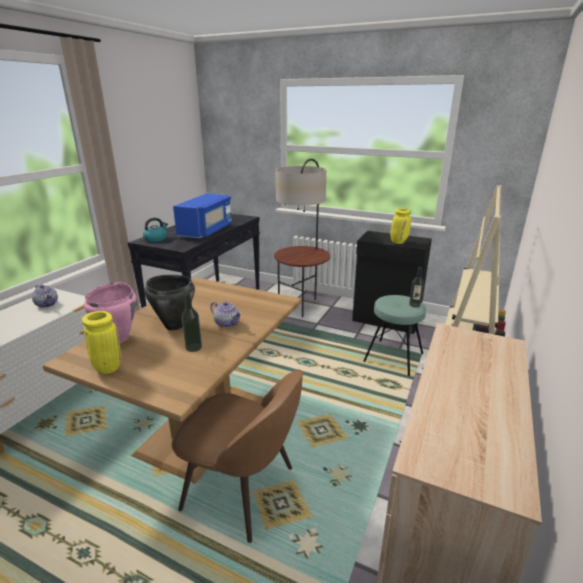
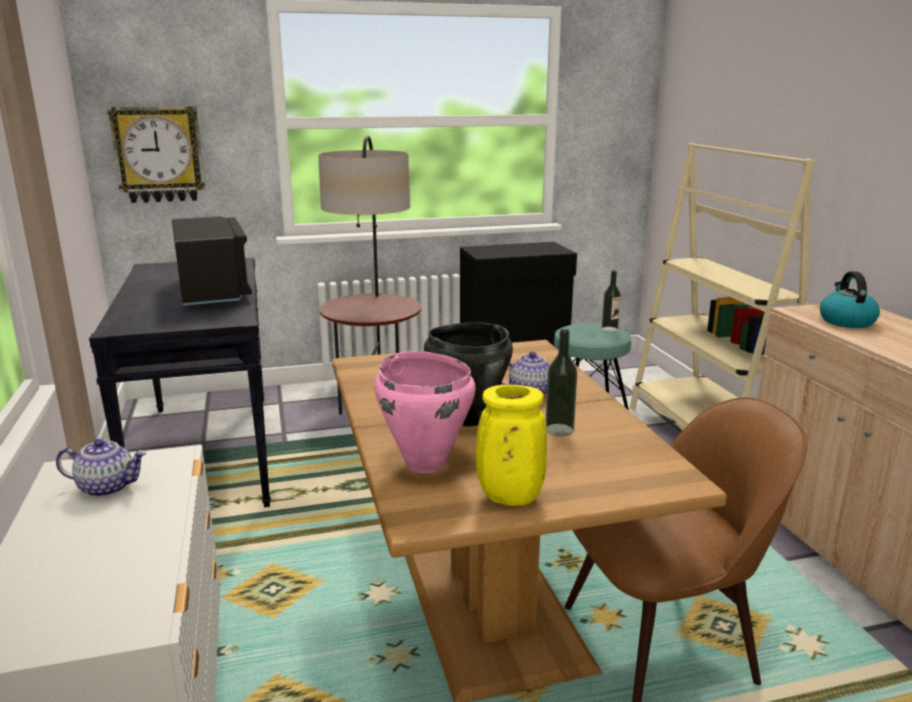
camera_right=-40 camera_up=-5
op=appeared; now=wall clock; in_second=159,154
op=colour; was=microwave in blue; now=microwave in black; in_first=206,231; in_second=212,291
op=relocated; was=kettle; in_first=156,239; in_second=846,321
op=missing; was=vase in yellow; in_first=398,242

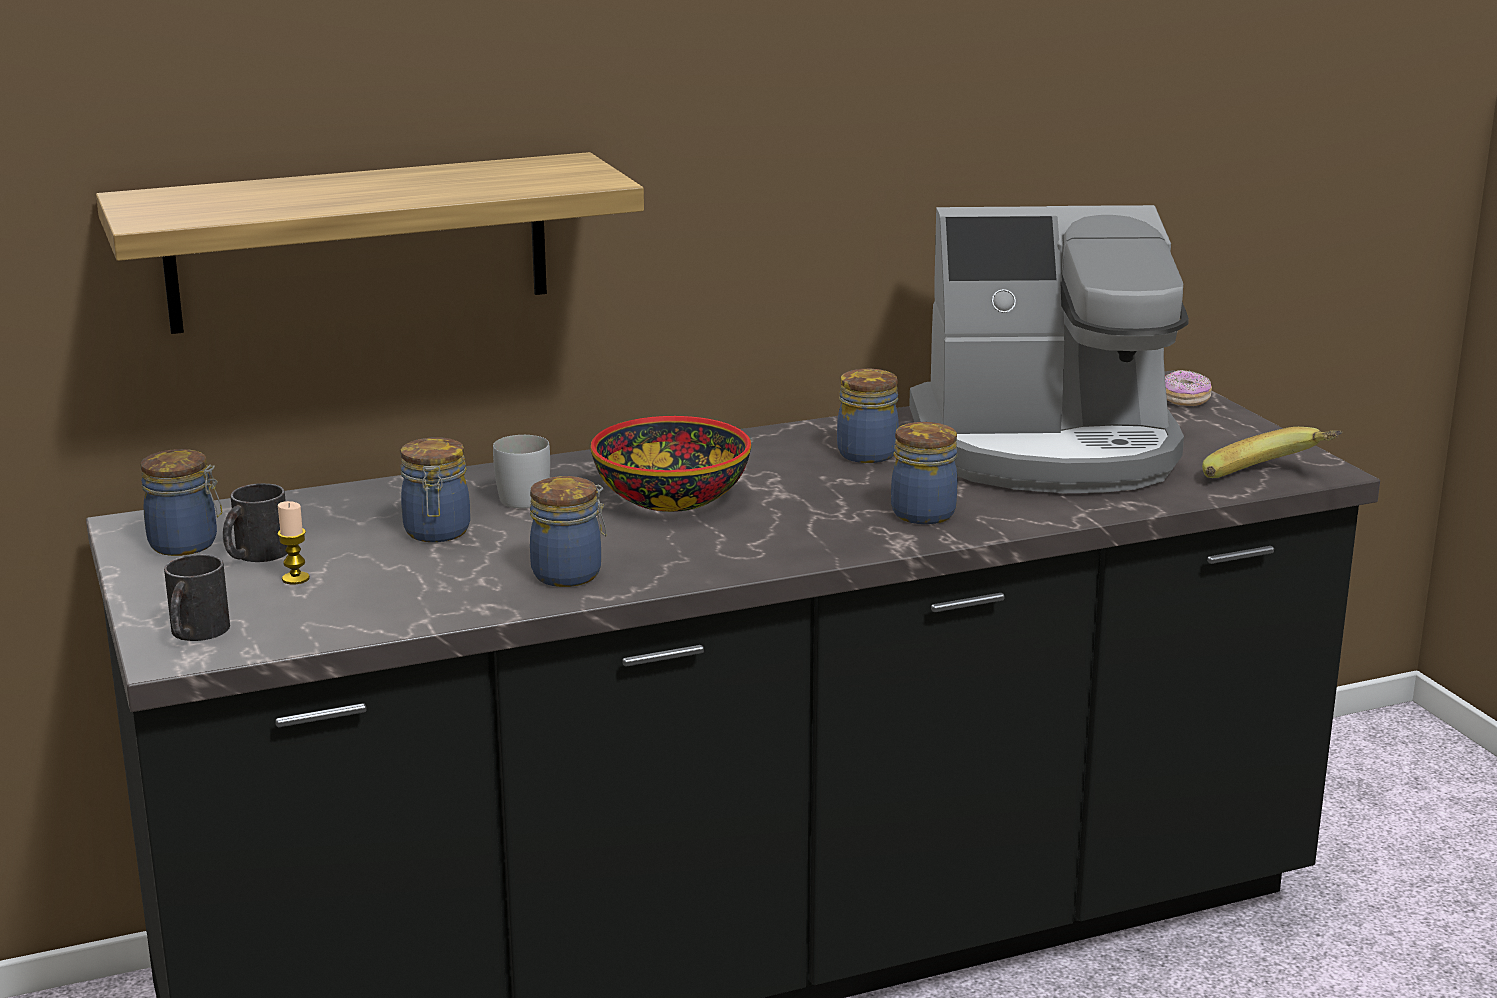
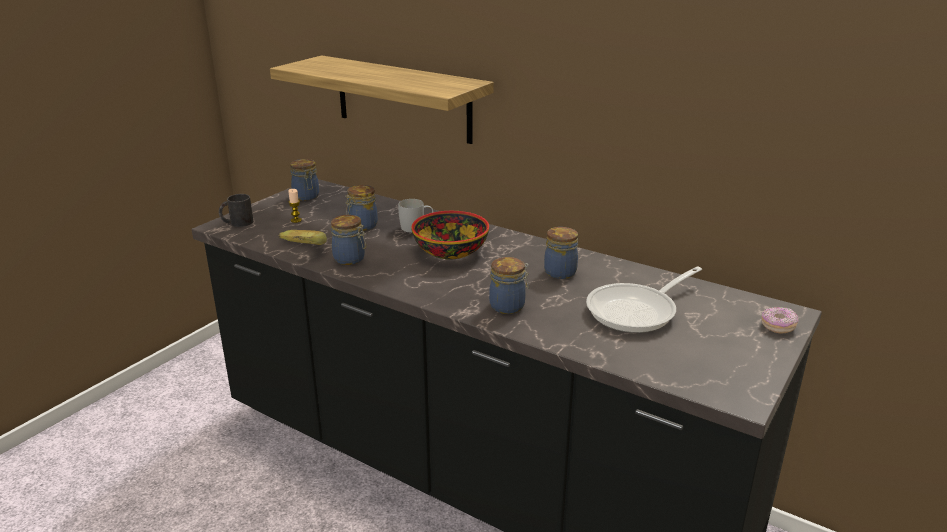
camera_right=55 camera_up=5
op=relocated; was=banana; in_first=1270,481; in_second=299,252
op=exchanged; was=coffee machine; now=frying pan; in_first=1048,449; in_second=637,311
op=missing; was=mug in black; in_first=254,555

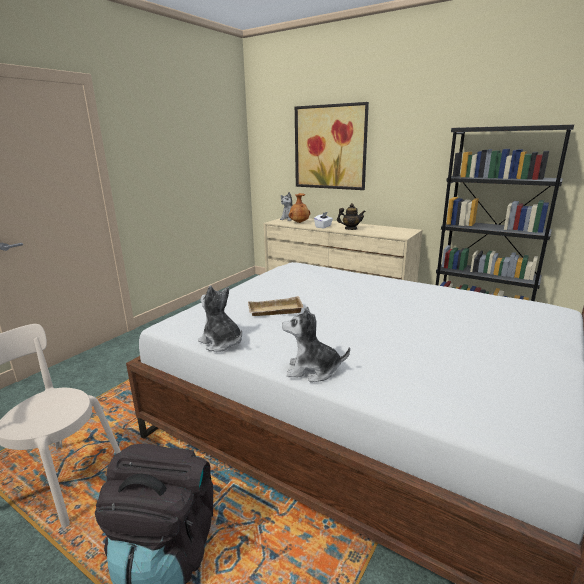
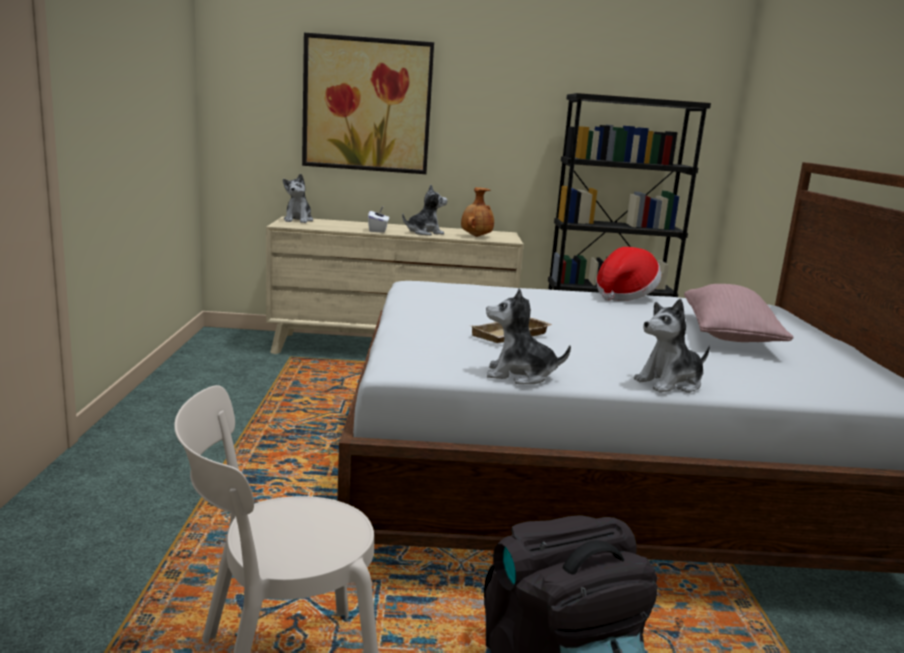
camera_right=-35 camera_up=-5
op=exchanged; was=teapot; now=plush toy; in_first=350,229; in_second=424,233
op=relocated; was=vase in brown; in_first=299,222; in_second=475,236
op=appeared; now=hat; in_second=624,296
op=appeared; now=pillow in pink; in_second=728,335

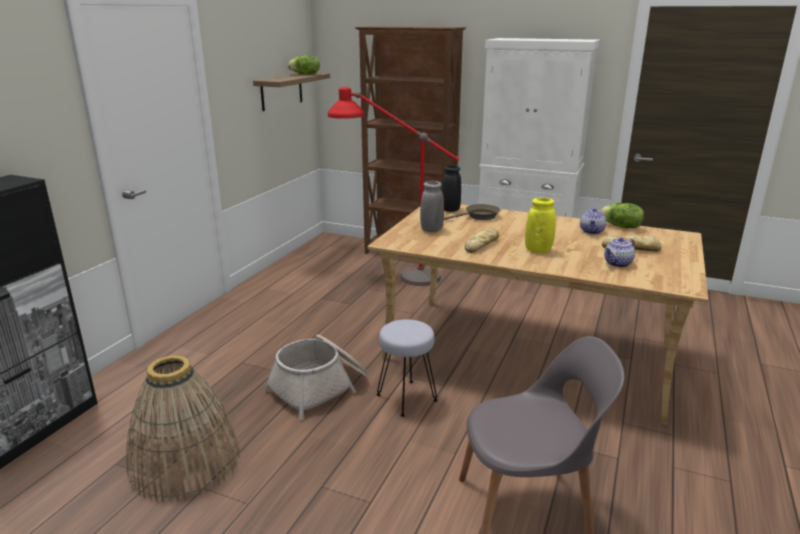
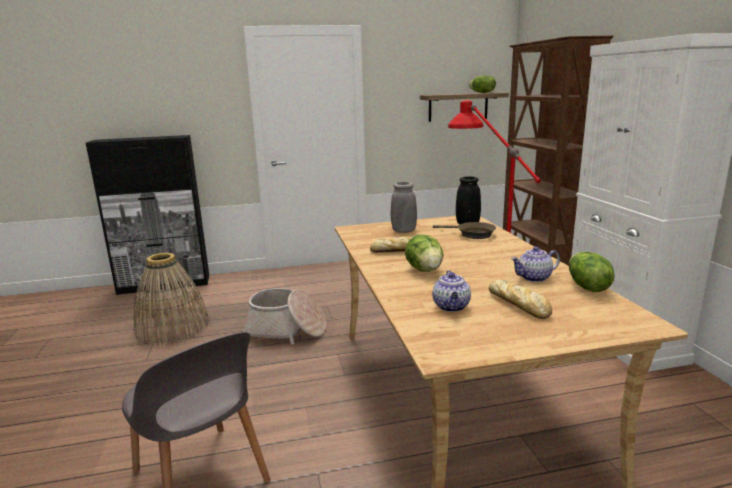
camera_right=55 camera_up=-5
op=exchanged; was=vase in yellow; now=lettuce; in_first=538,250; in_second=425,270
op=spun; was=teapot; in_first=617,264; in_second=451,307; clockwise=-105
op=missing; was=stool in grey; in_first=406,398

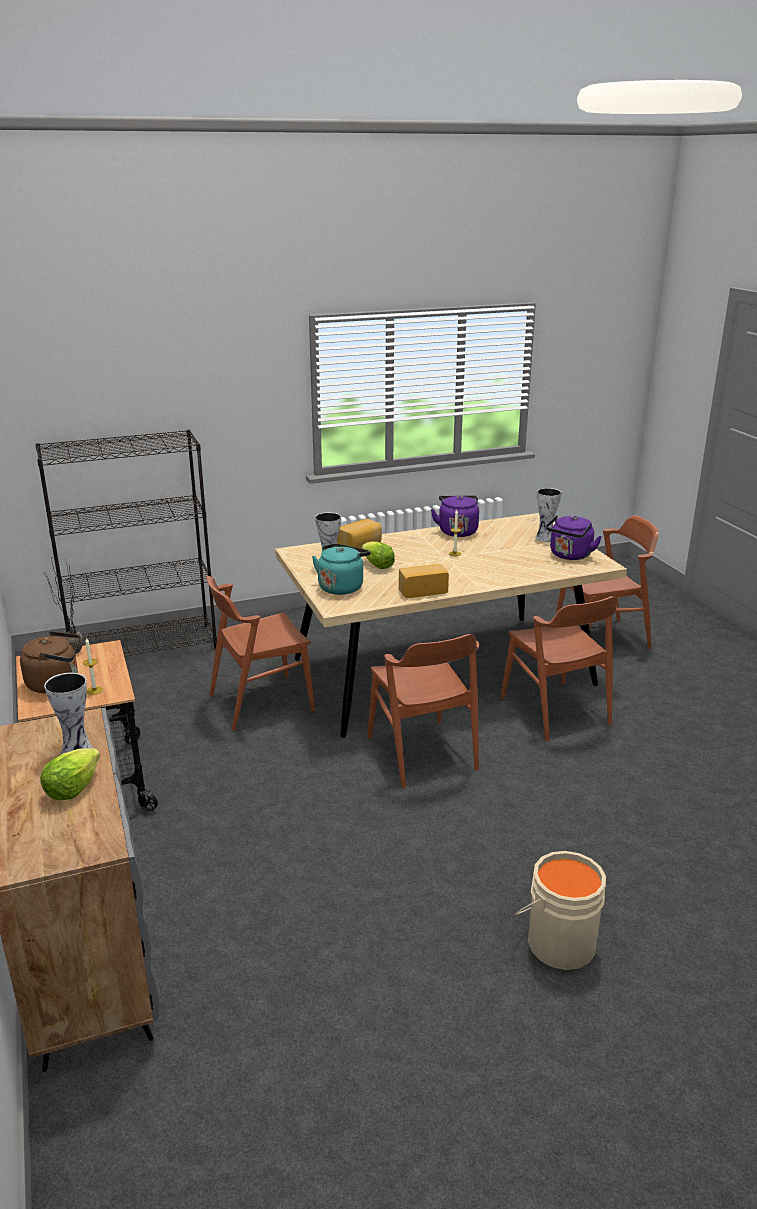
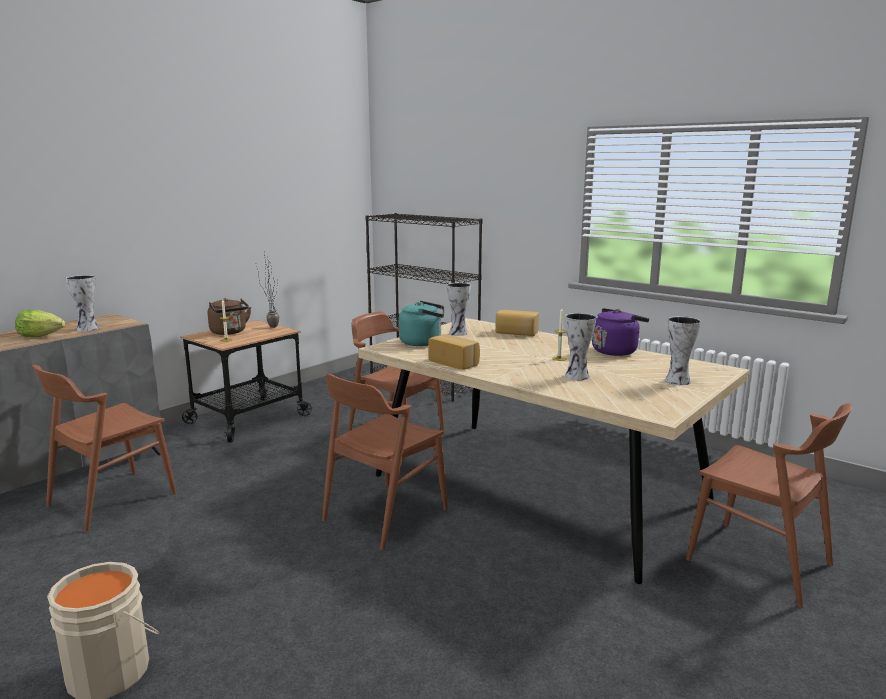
camera_right=60 camera_up=-10
op=relocated; was=chair in brown; in_first=555,711; in_second=111,499
op=appeared; now=vase; in_second=578,376
op=missing; was=lettuce; in_first=377,566
op=missing; was=kettle in purple; in_first=569,556

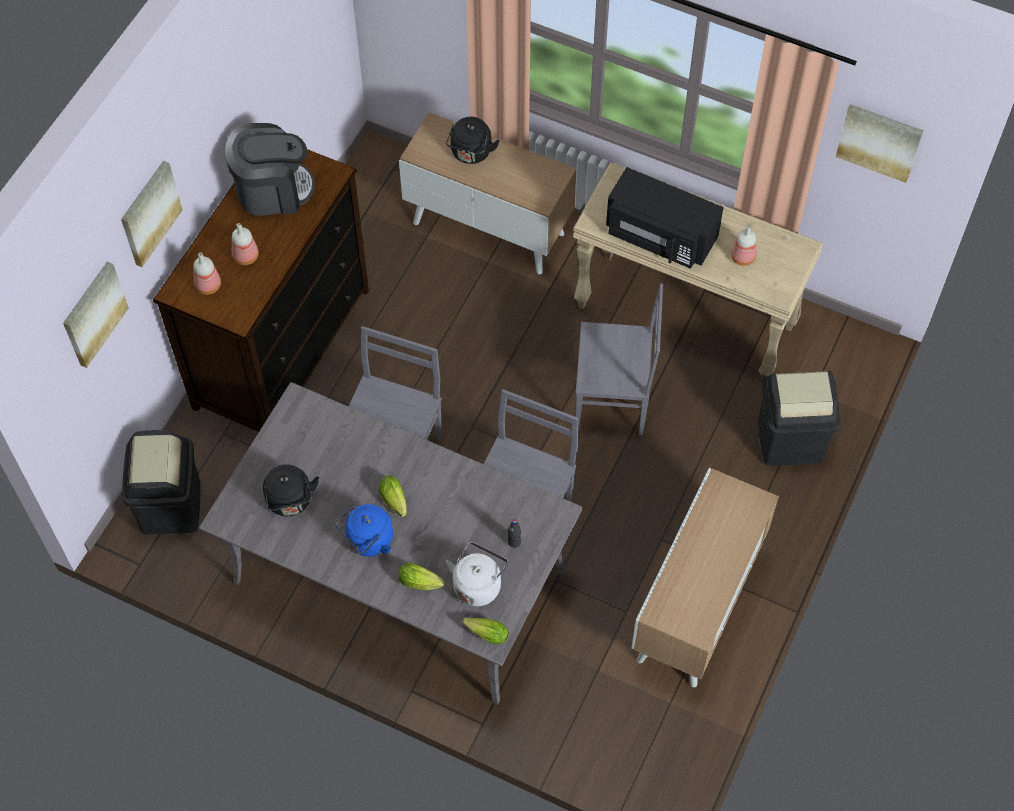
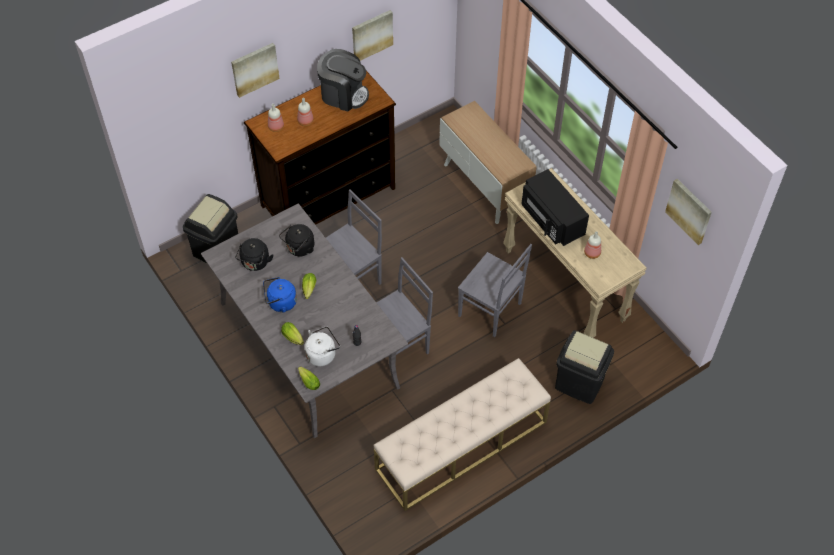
camera_right=30 camera_up=-5
op=relocated; was=kettle in black; in_first=471,153; in_second=299,249
op=relocated; was=picture; in_first=93,313; in_second=372,35
op=exchanged; was=cabinet; now=bench in beige; in_first=698,607; in_second=461,445

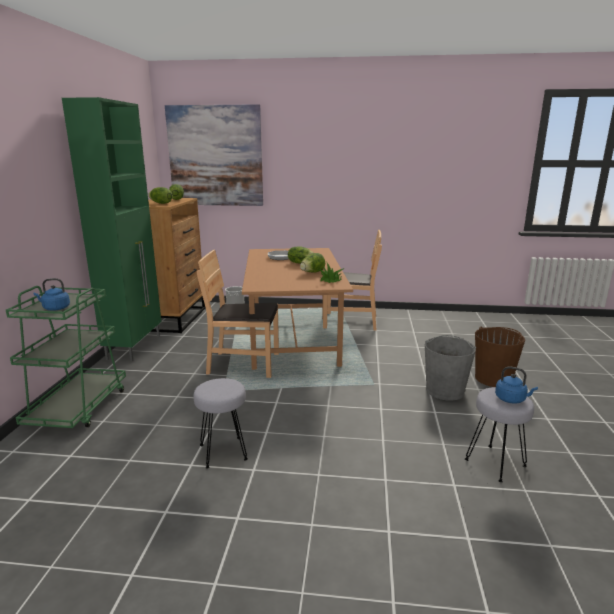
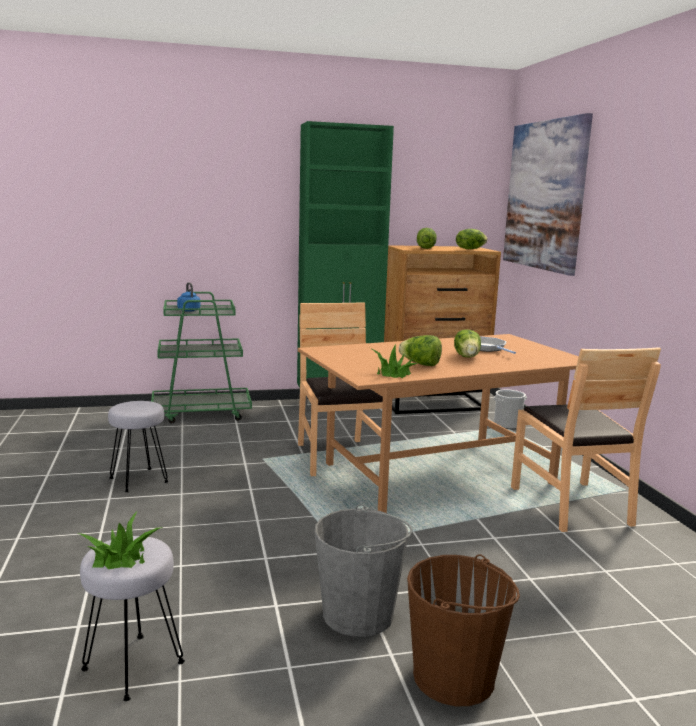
camera_right=70 camera_up=-5
op=exchanged; was=kettle in blue; now=potted plant; in_first=511,399; in_second=120,558

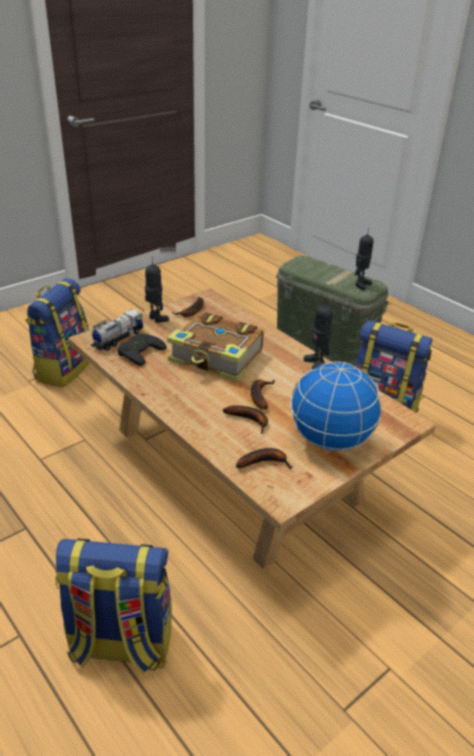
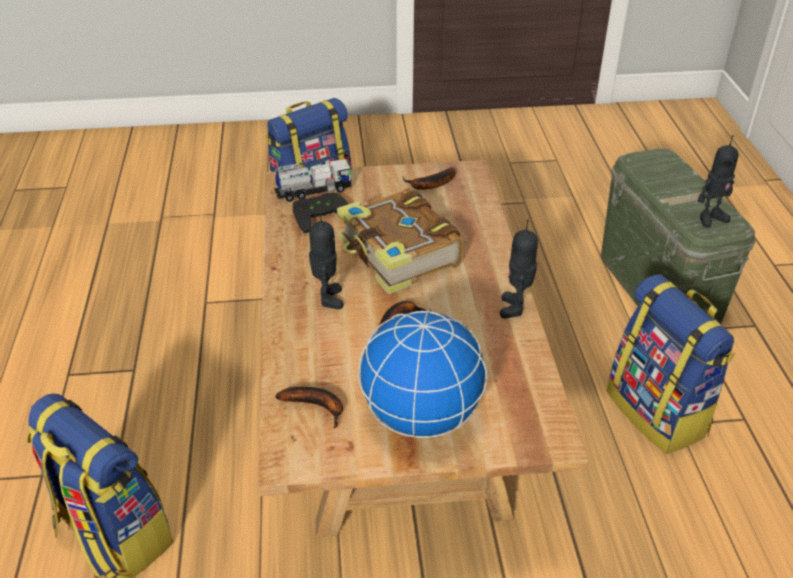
camera_right=35 camera_up=5
op=relocated; was=toy robot; in_first=156,319; in_second=327,299
op=missing; was=banana; in_first=250,420

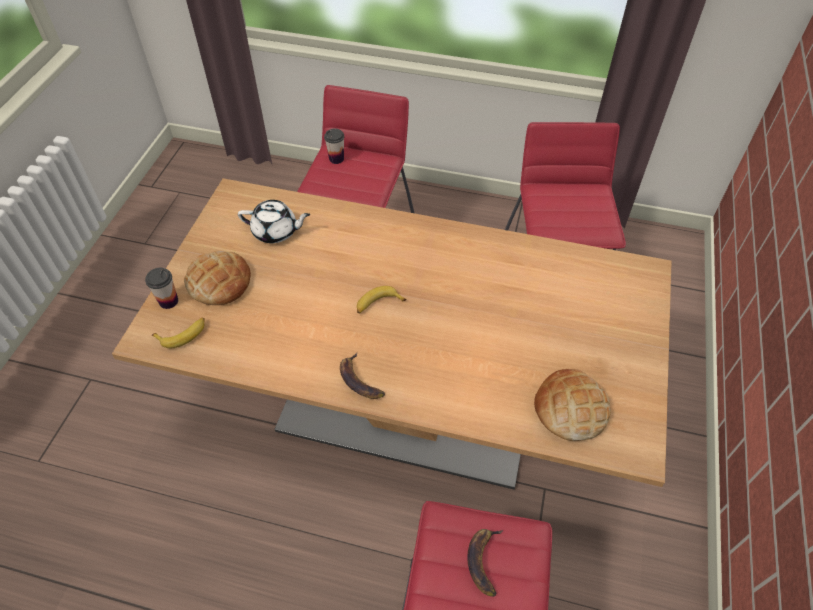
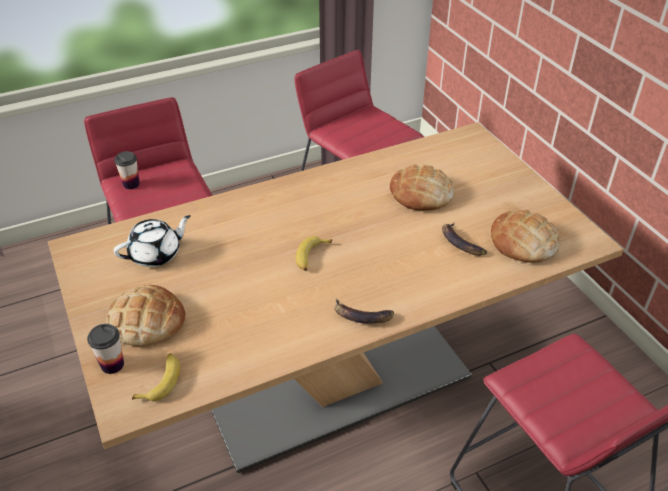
camera_right=-40 camera_up=-10
op=appeared; now=bread; in_second=421,193
op=relocated; was=banana; in_first=484,561; in_second=460,243

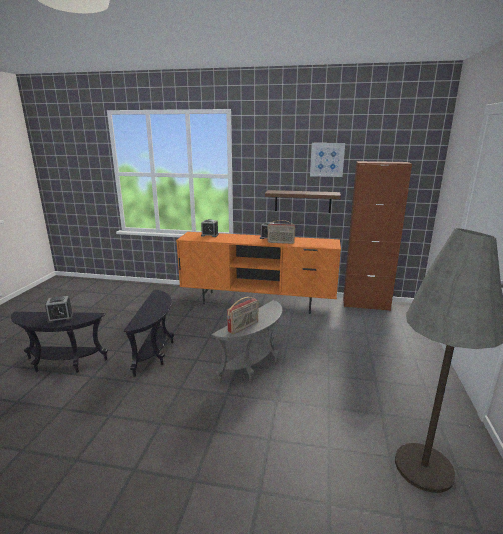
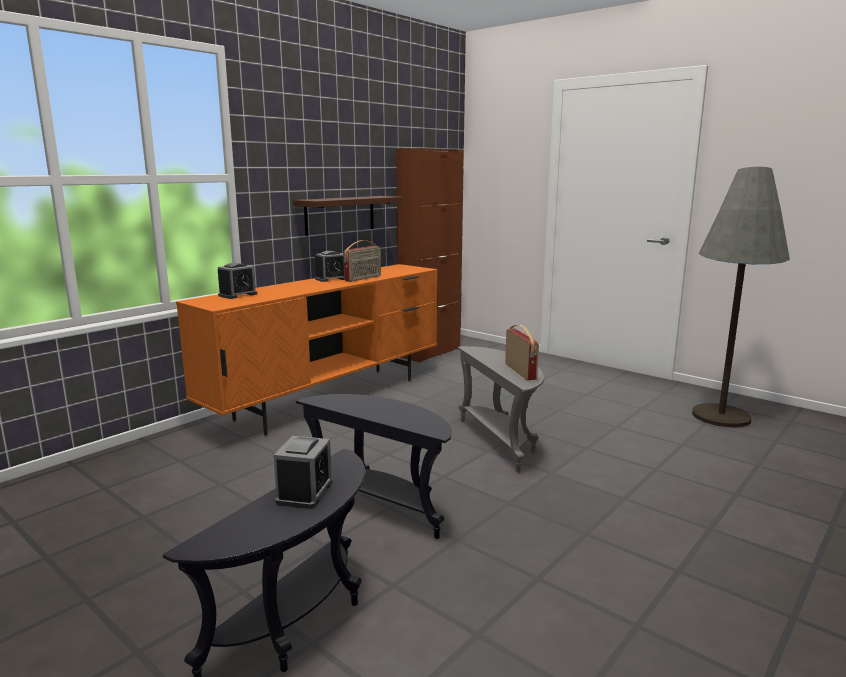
camera_right=-60 camera_up=-5
op=missing; was=picture; in_first=327,159

